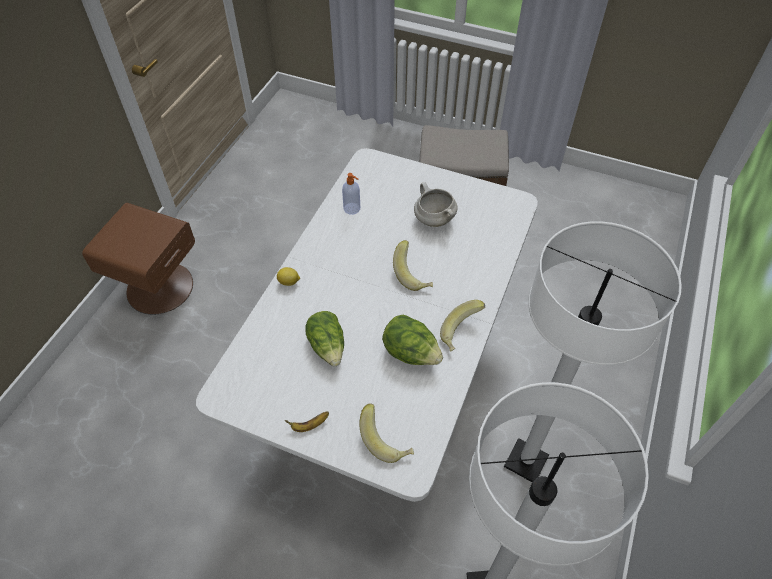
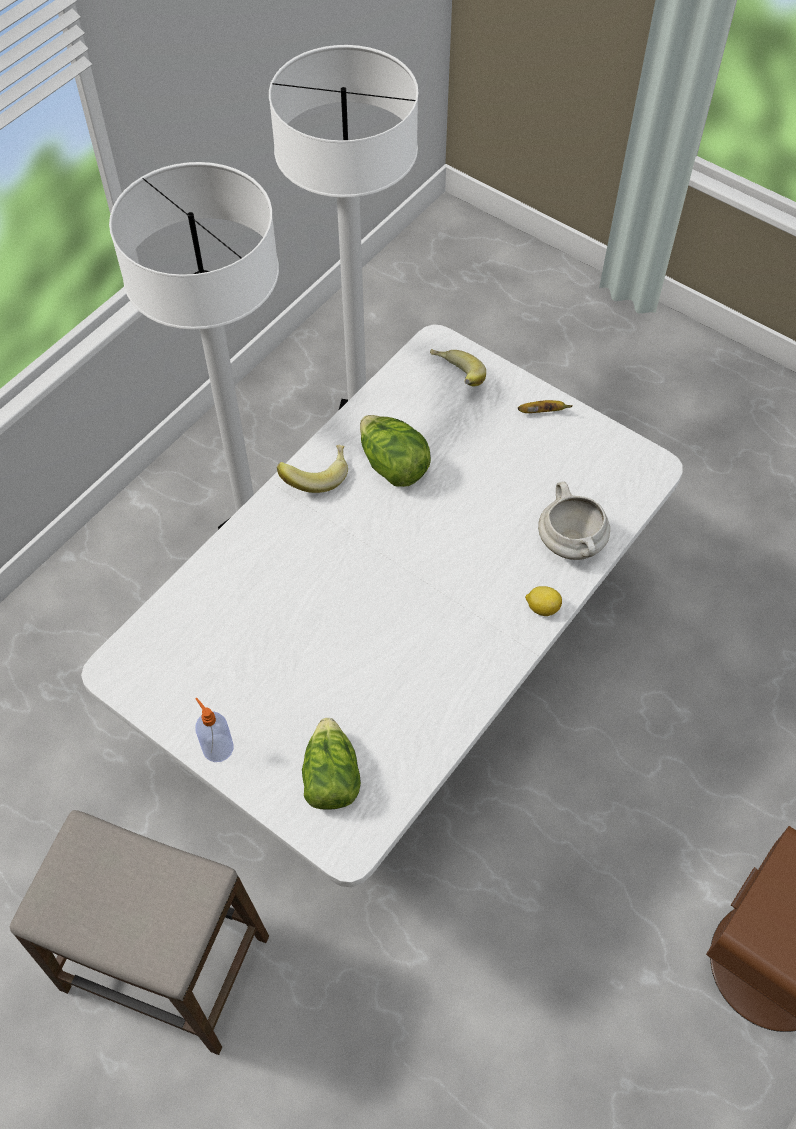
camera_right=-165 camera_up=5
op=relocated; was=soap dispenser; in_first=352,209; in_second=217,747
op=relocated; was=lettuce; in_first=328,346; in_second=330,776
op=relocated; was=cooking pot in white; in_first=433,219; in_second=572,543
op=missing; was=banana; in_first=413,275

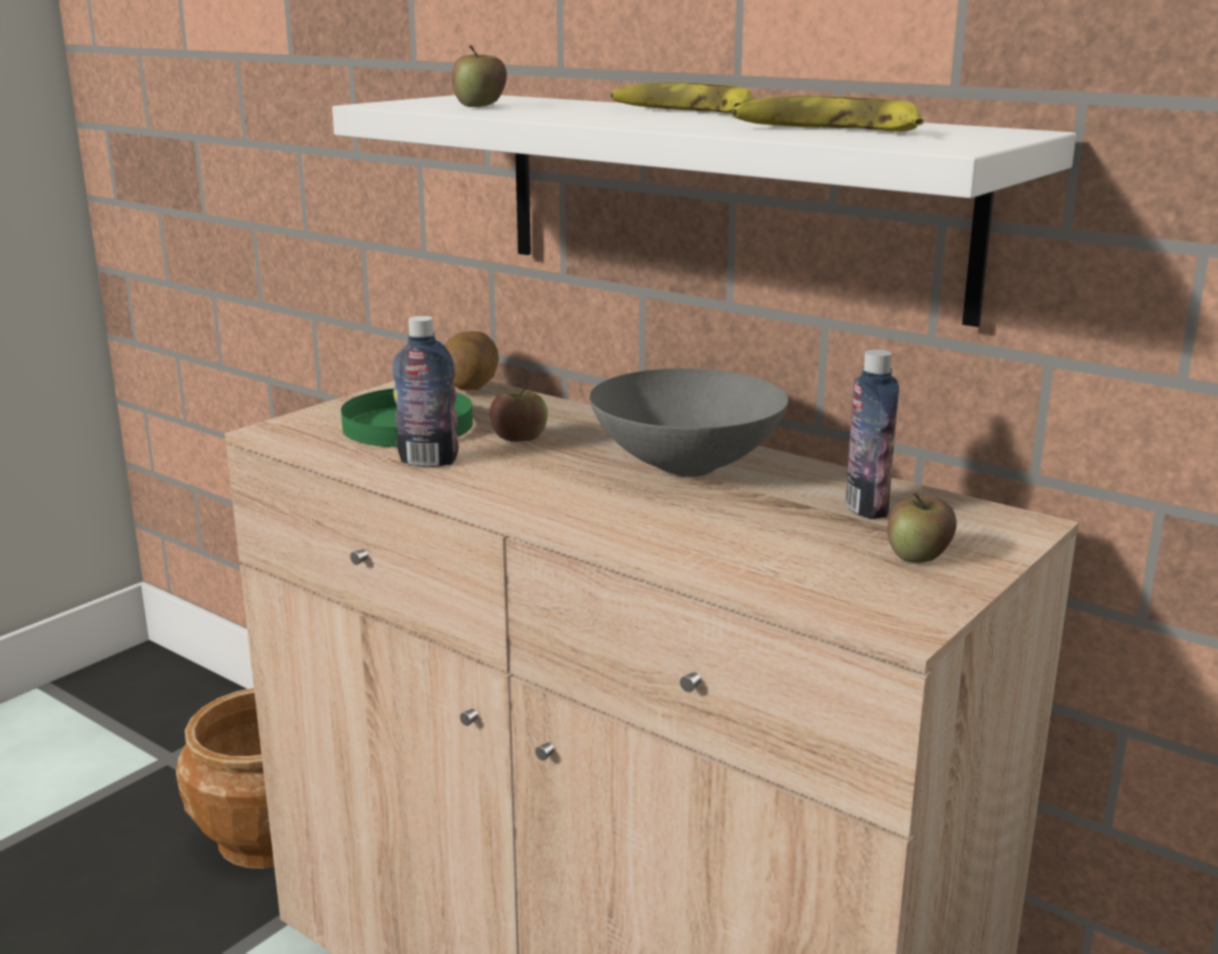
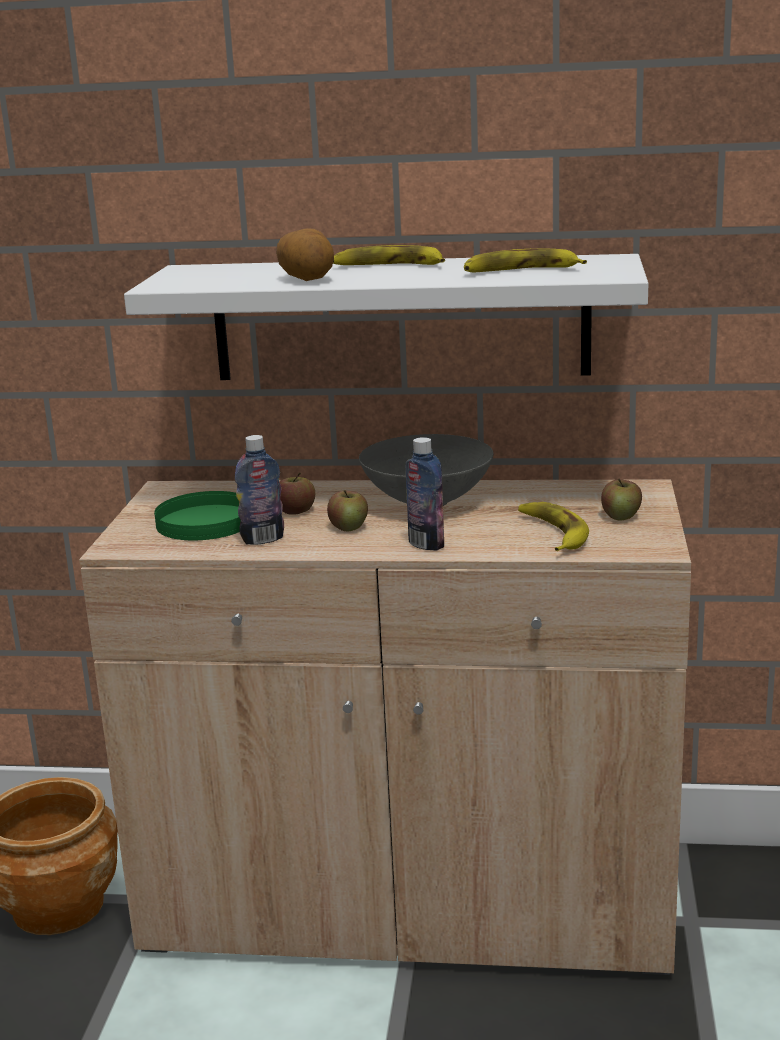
camera_right=-30 camera_up=0
op=relocated; was=potato; in_first=470,387; in_second=307,279
op=relocated; was=apple; in_first=479,106; in_second=348,527
op=relocated; was=bottle; in_first=866,508; in_second=426,544
op=appeared; now=banana; in_second=552,533

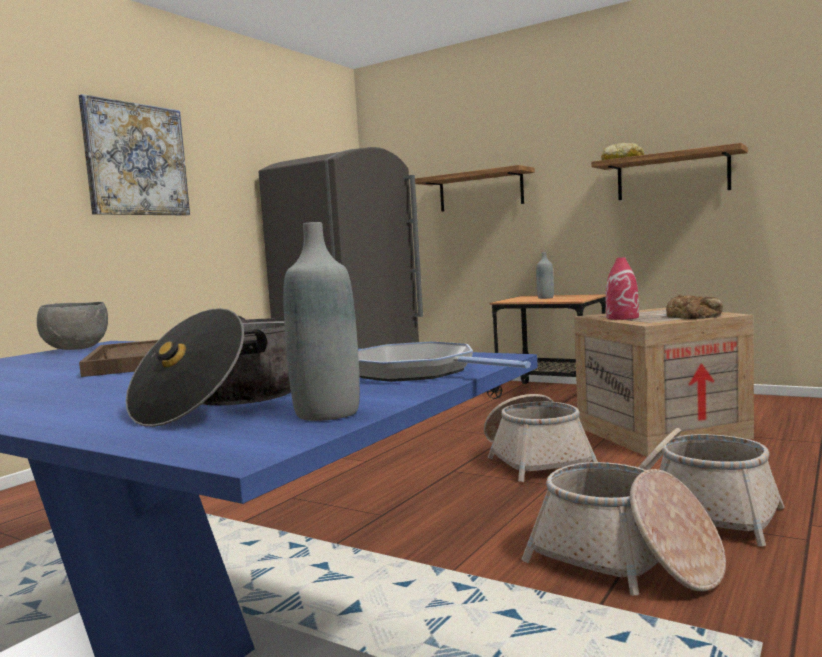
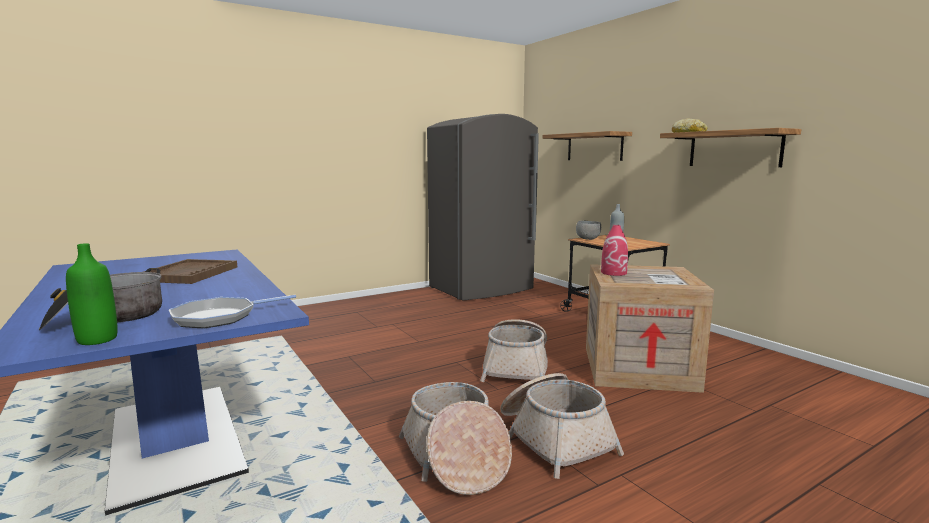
camera_right=25 camera_up=5
op=colour; was=bottle in grey; now=bottle in green; in_first=327,413; in_second=97,339
op=spun; was=frying pan; in_first=418,372; in_second=219,317; clockwise=-105
op=relocated; was=bowl in grey; in_first=77,349; in_second=588,239
op=missing; was=picture; in_first=136,159
op=missing; was=bread; in_first=693,316

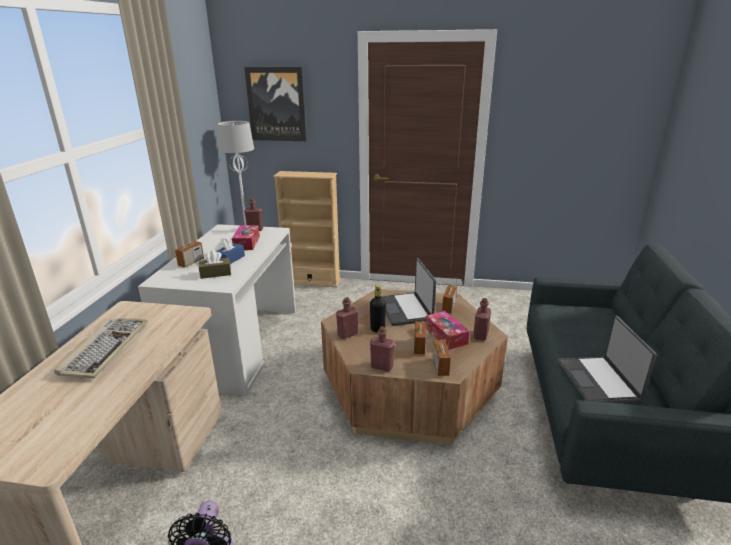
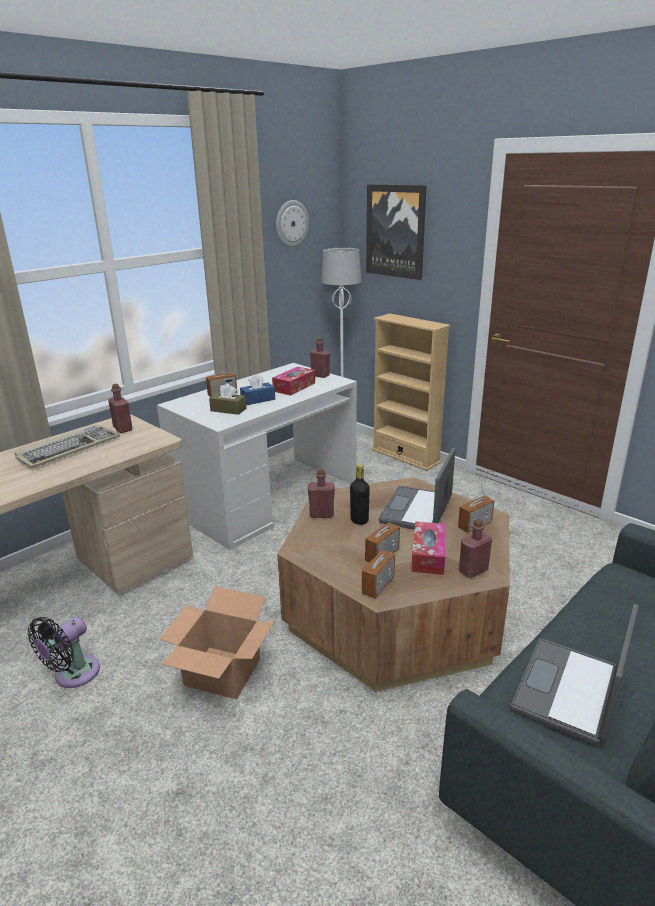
camera_right=35 camera_up=0
op=relocated; was=bottle in red; in_first=382,366; in_second=123,429
op=appeared; now=cardboard box; in_second=224,672
op=appeared; now=wall clock; in_second=291,223

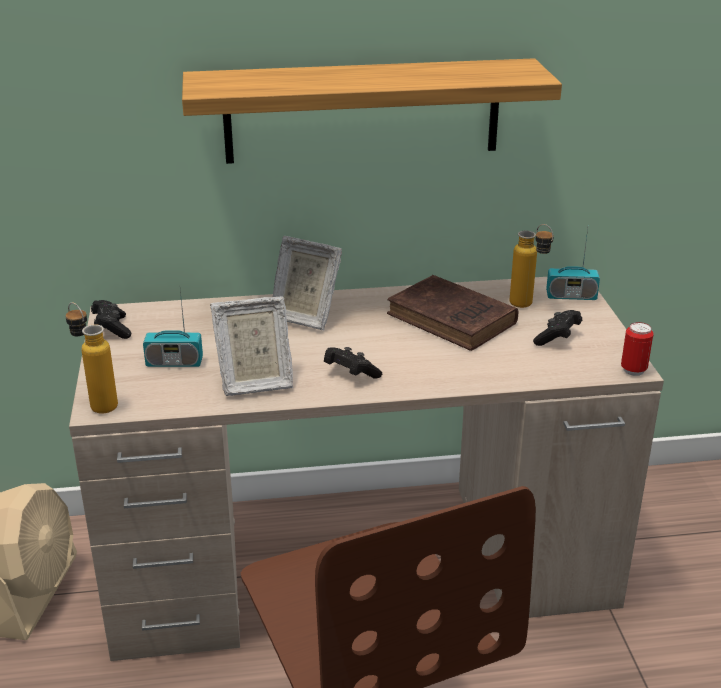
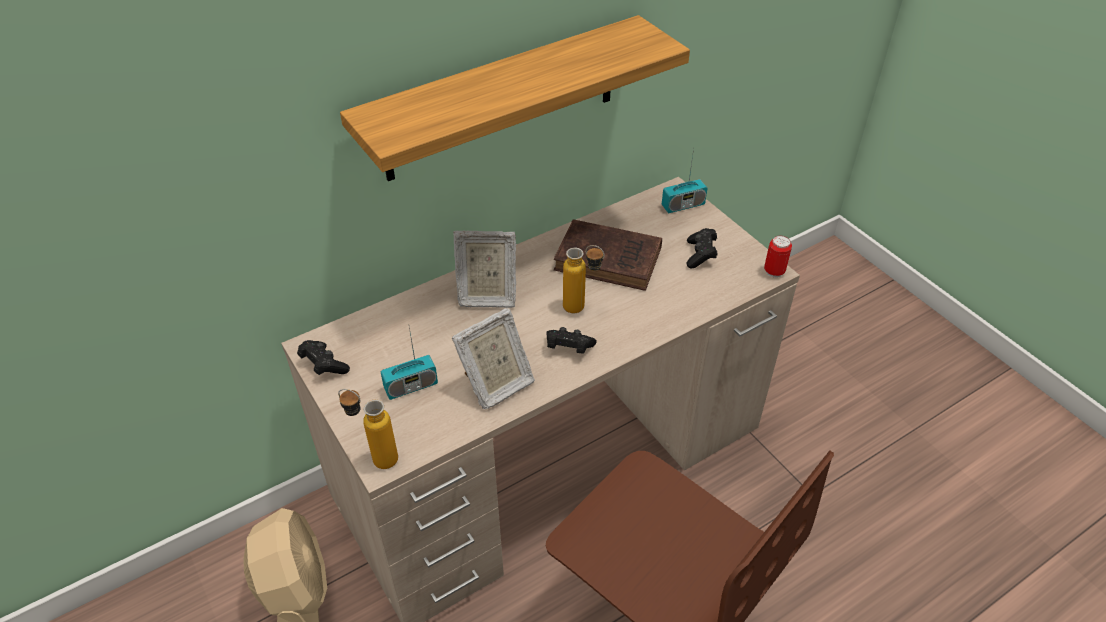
camera_right=-25 camera_up=15
op=relocated; was=bottle; in_first=528,306; in_second=582,309

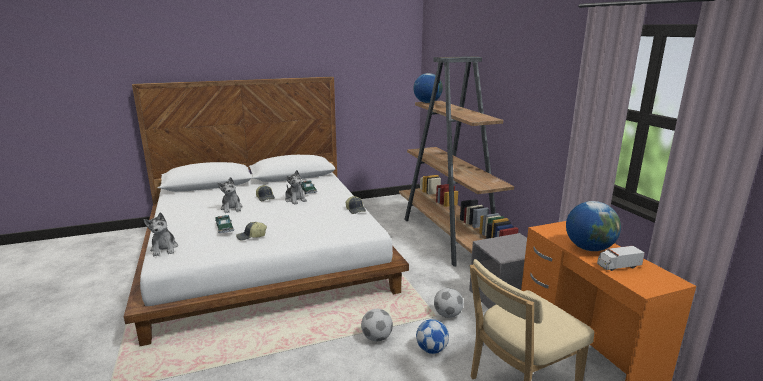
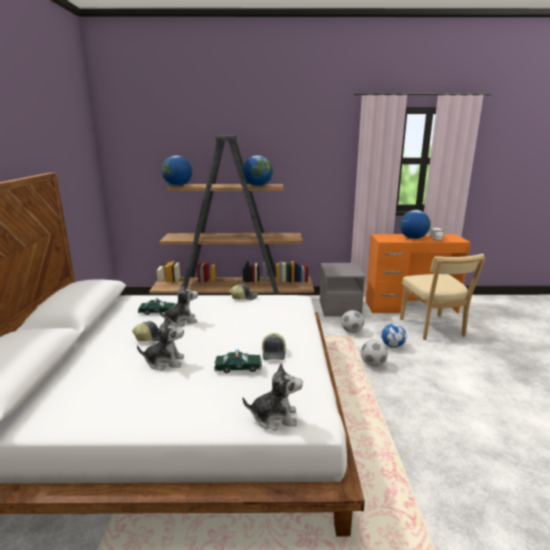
camera_right=-70 camera_up=0
op=appeared; now=globe; in_second=257,186

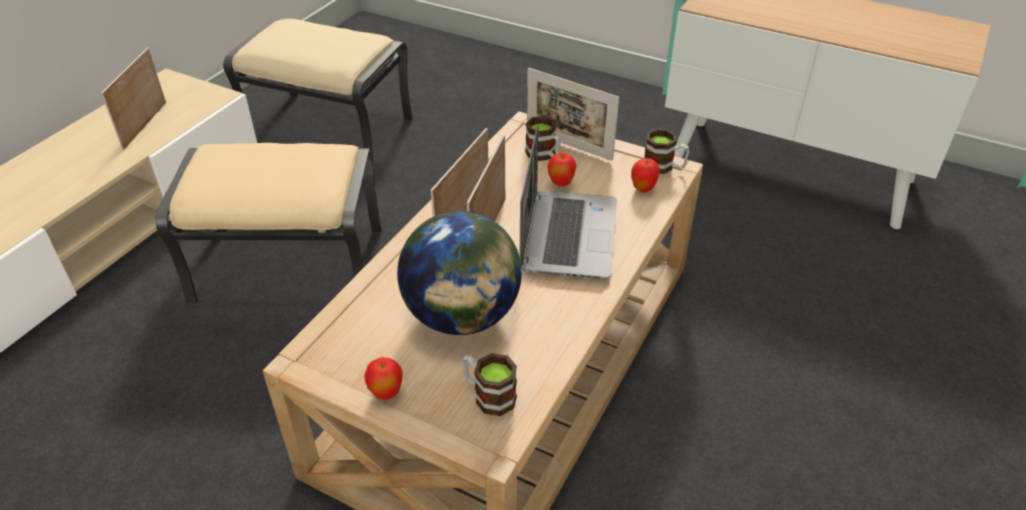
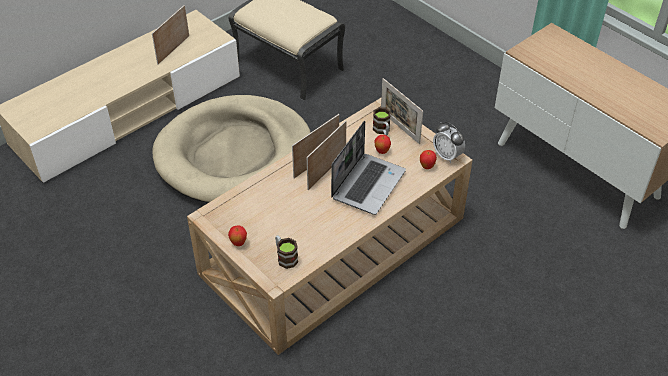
camera_right=20 camera_up=5
op=exchanged; was=ottoman in beige; now=dog bed in beige; in_first=291,264; in_second=234,154
op=exchanged; was=mug; now=alarm clock; in_first=664,167; in_second=447,156
op=missing; was=globe; in_first=462,316

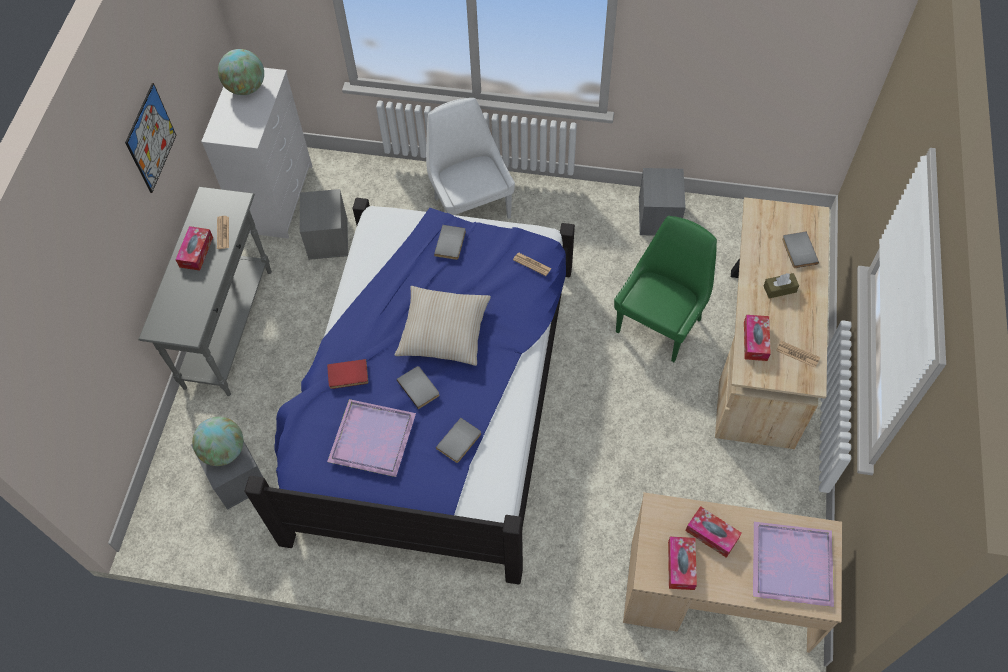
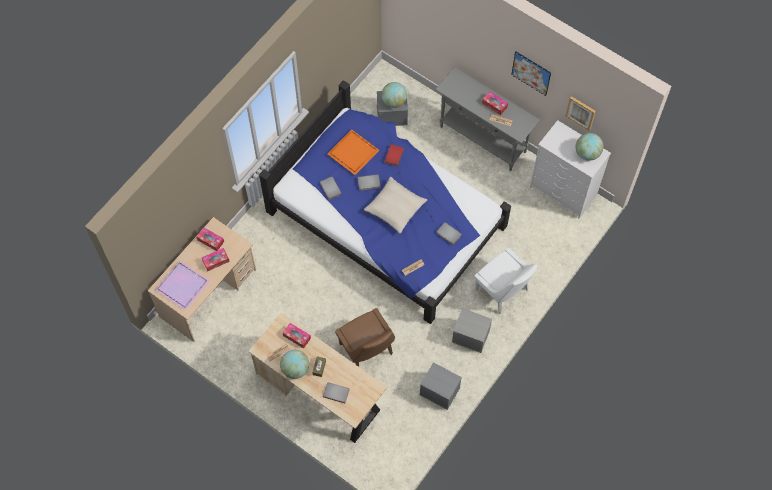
camera_right=115 camera_up=5
op=appeared; now=globe; in_second=295,369
op=colour; was=tray in purple; now=tray in orange; in_first=371,437; in_second=354,152
op=colour; was=chair in green; now=chair in brown; in_first=660,323; in_second=367,350
op=relocated; was=storage box in grey; in_first=327,237; in_second=471,336
op=spun; was=chair in white; in_first=471,206; in_second=503,291; clockwise=45
op=appeared; now=picture; in_second=581,112

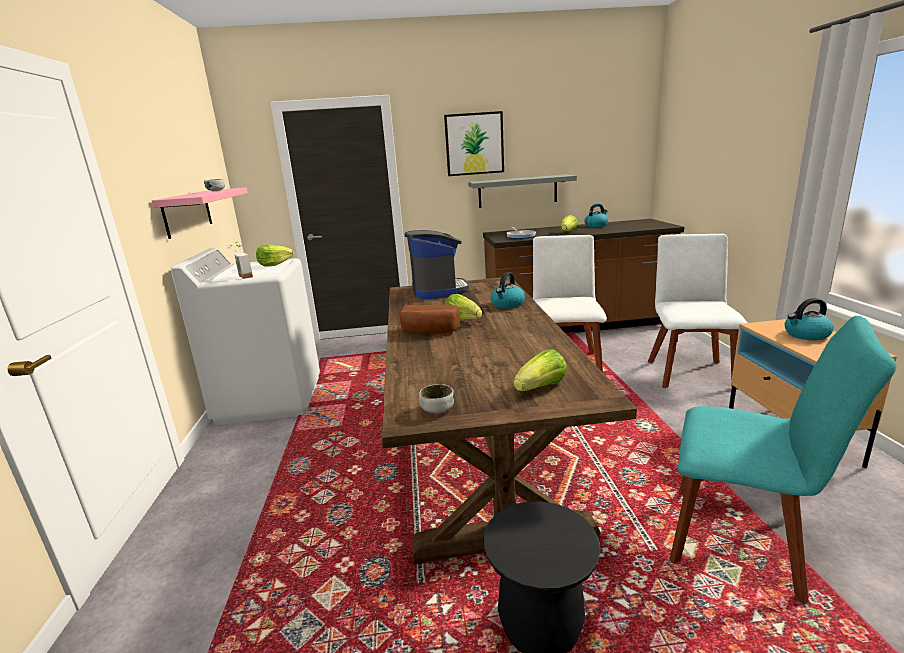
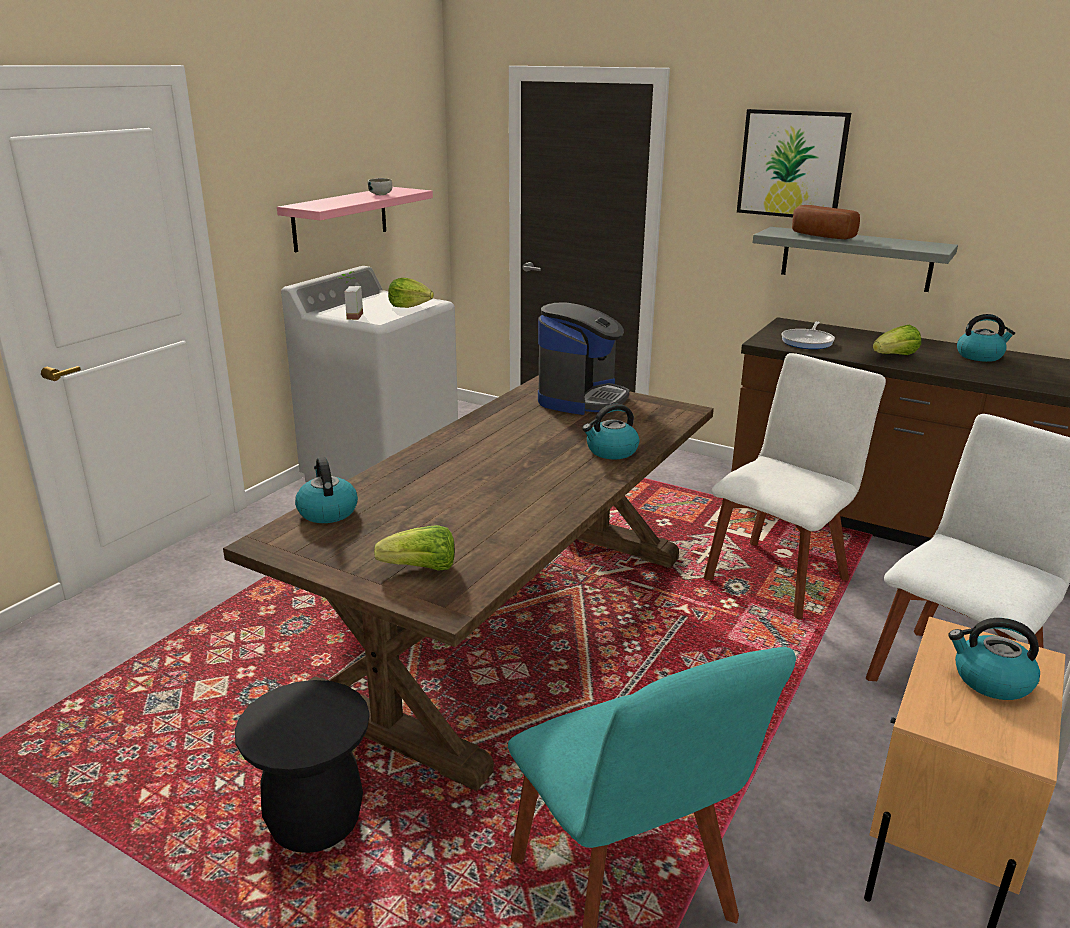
camera_right=35 camera_up=5
op=appeared; now=kettle; in_second=327,511
op=relocated; was=bread; in_first=429,332; in_second=820,236
op=missing; was=bowl; in_first=437,410
op=missing; was=lettuce; in_first=462,320

